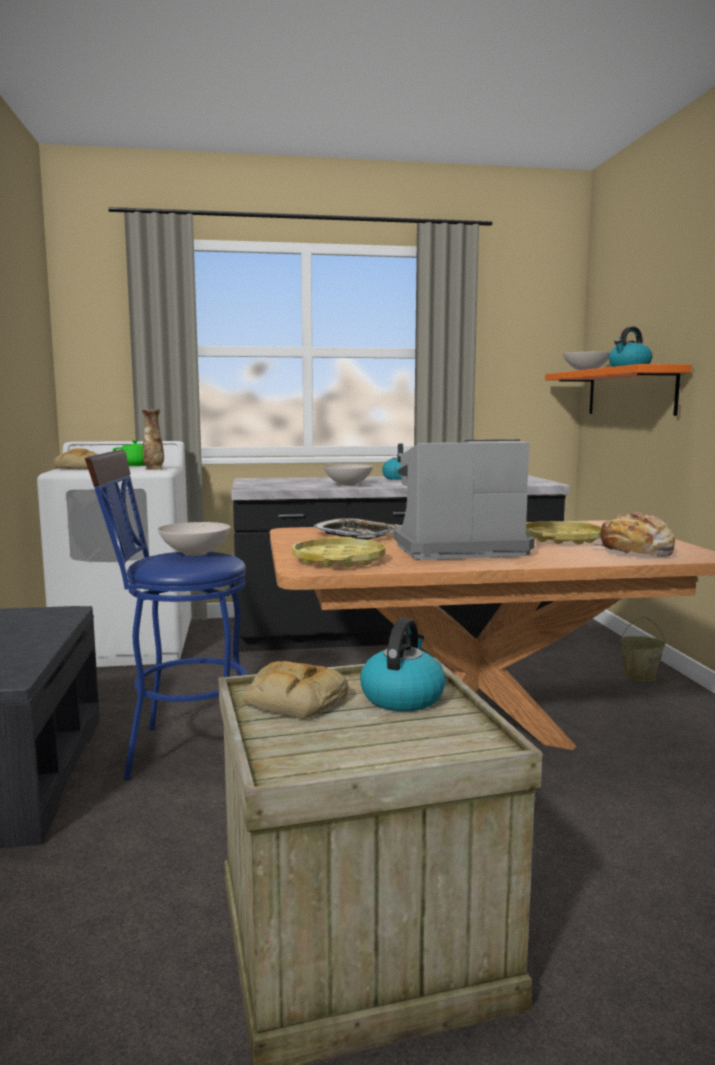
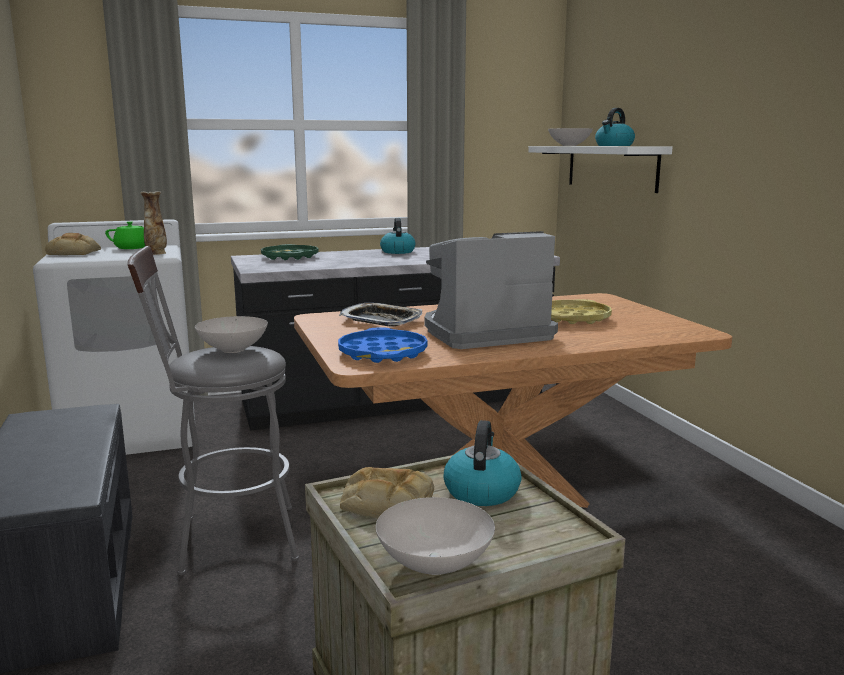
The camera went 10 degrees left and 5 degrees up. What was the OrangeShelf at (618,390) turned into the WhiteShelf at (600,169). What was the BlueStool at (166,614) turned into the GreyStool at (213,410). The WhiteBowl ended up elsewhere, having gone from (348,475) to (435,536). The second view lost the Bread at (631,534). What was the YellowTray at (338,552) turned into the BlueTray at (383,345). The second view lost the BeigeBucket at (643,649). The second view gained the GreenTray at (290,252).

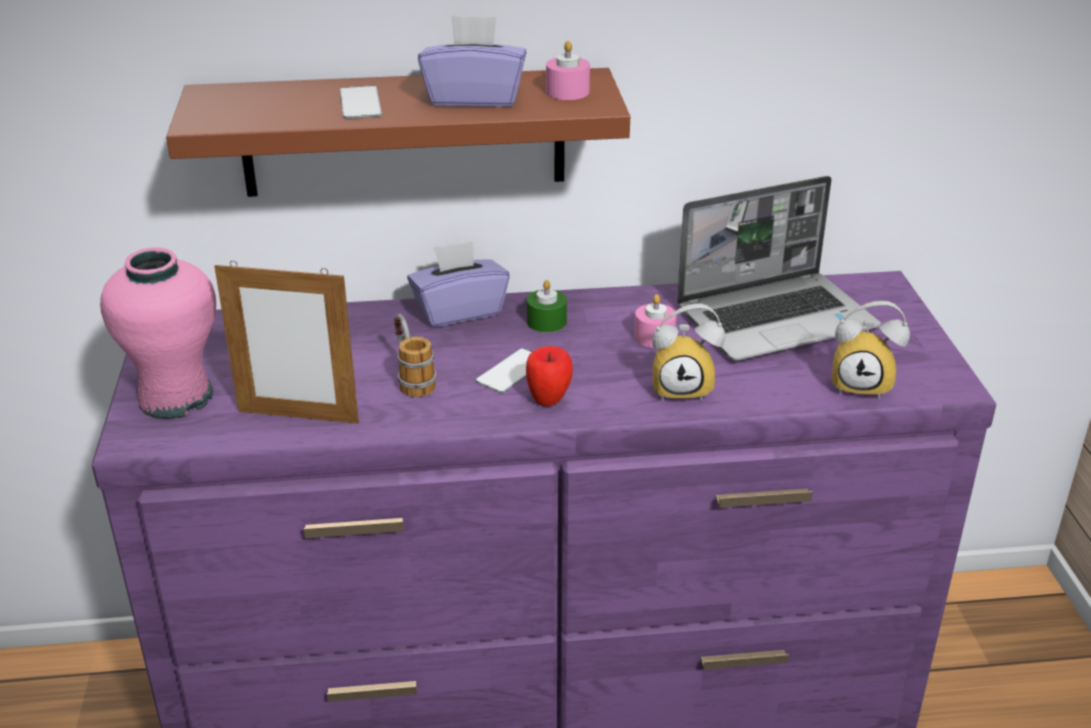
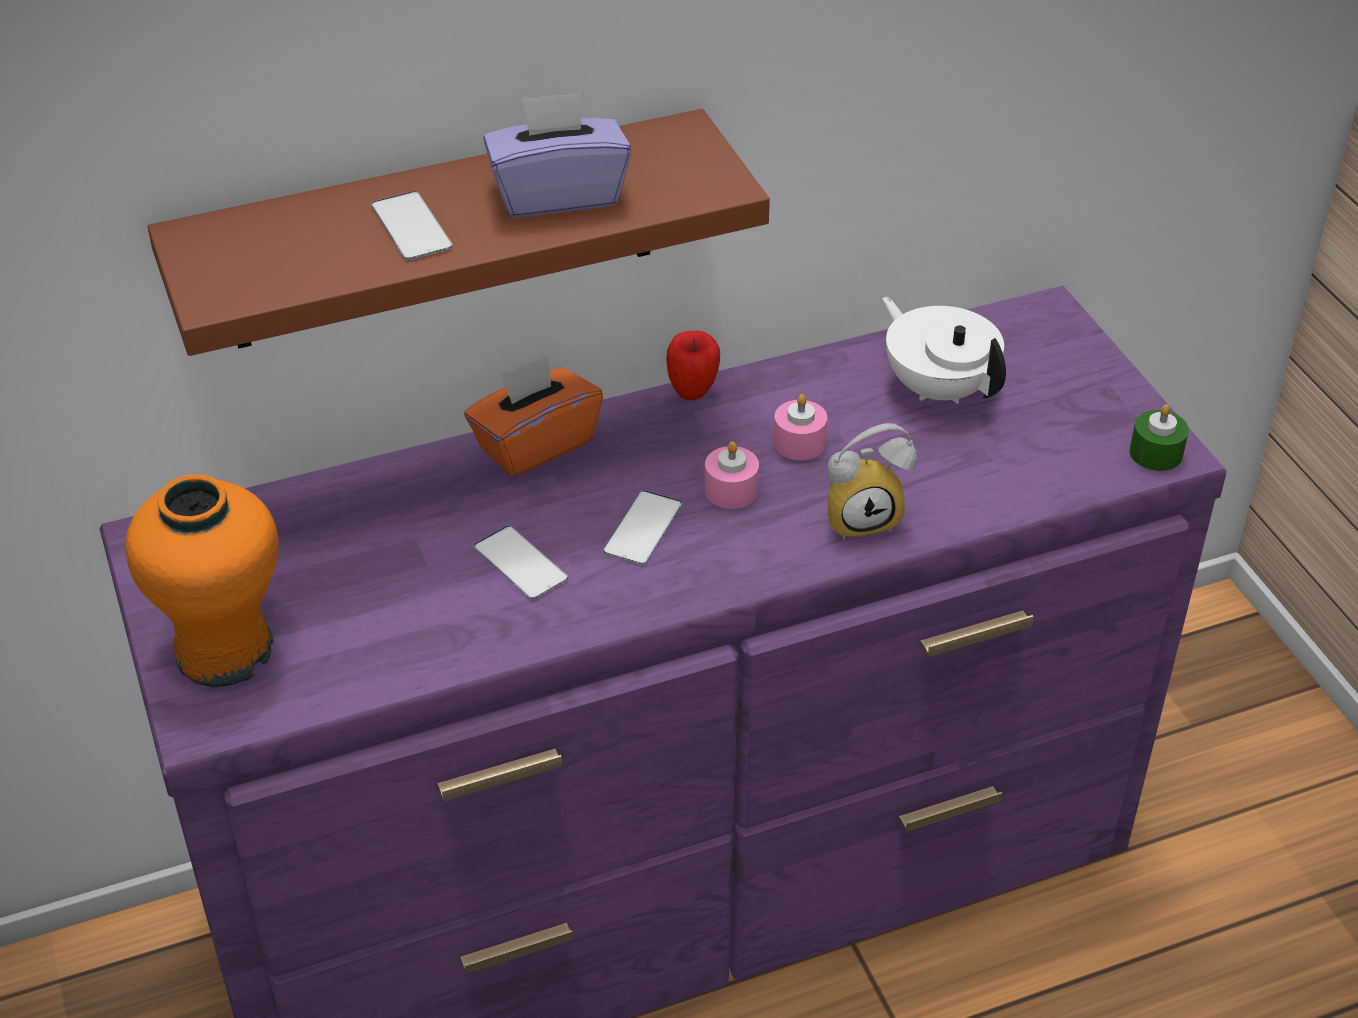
The camera went 15 degrees left and 10 degrees up. The PinkCandle ended up elsewhere, having gone from (568,70) to (732,475). Where the Laptop stood at (779,268), the WhiteTeapot came to stand at (944,350). What was the PurpleTissueBox at (458,284) turned into the OrangeTissueBox at (533,416). What was the PinkVase at (158,333) turned into the OrangeVase at (202,580). The second view lost the PictureFrame at (286,342). The GreenCandle ended up elsewhere, having gone from (547,306) to (1159,437). The second view lost the AlarmClock at (871,350). Where the Mug stood at (415,355), the Phone came to stand at (520,562). The Apple ended up elsewhere, having gone from (549,376) to (693,365).

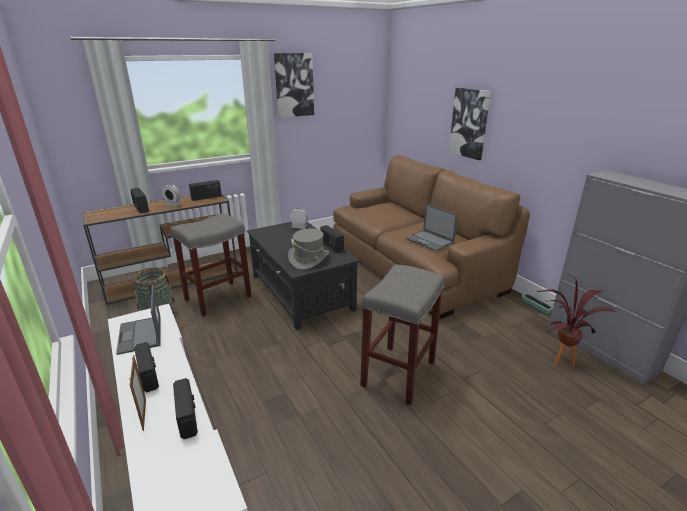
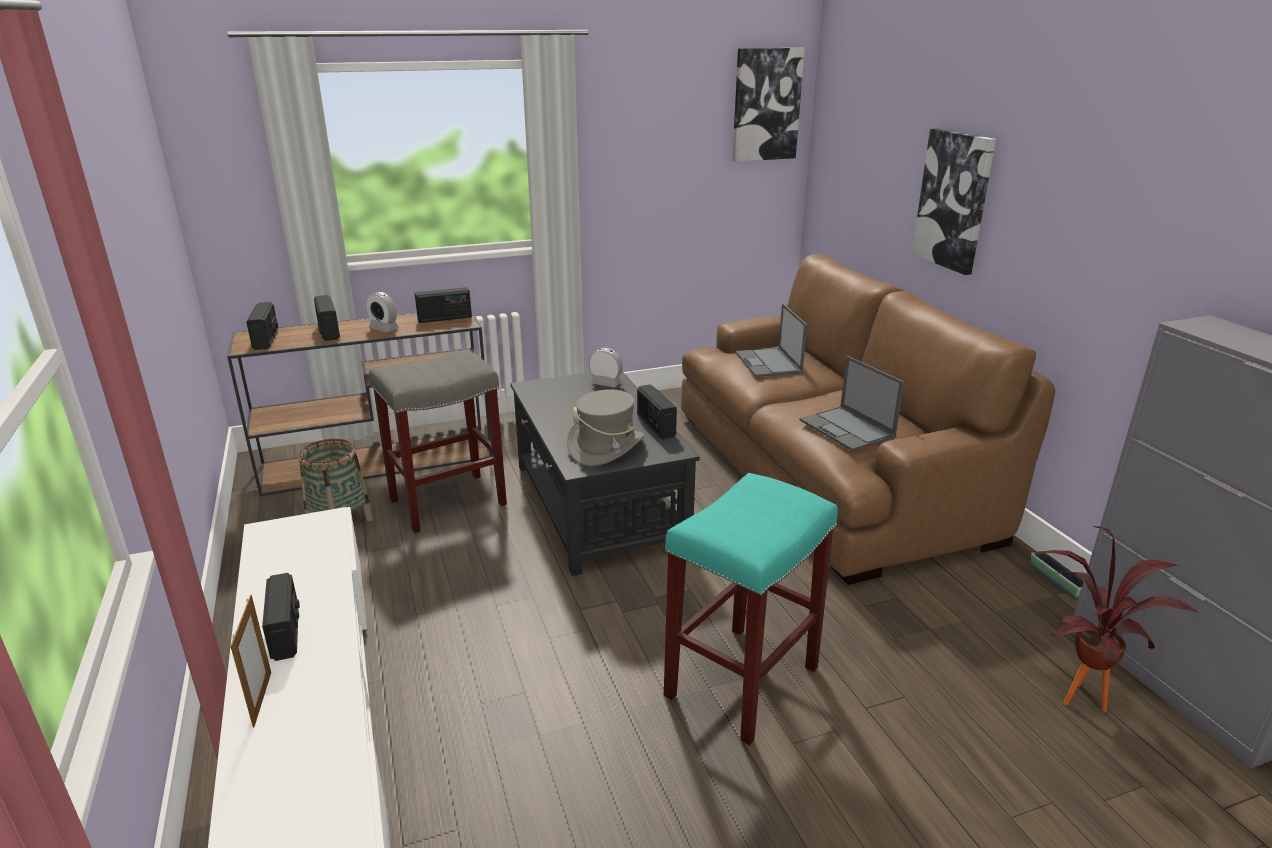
The camera went 10 degrees right and 0 degrees up. The Picture ended up elsewhere, having gone from (294,85) to (768,105). What was the GreyStool at (402,334) turned into the TurquoiseStool at (751,609). The Laptop ended up elsewhere, having gone from (138,320) to (771,340). The Radio ended up elsewhere, having gone from (185,408) to (262,326).

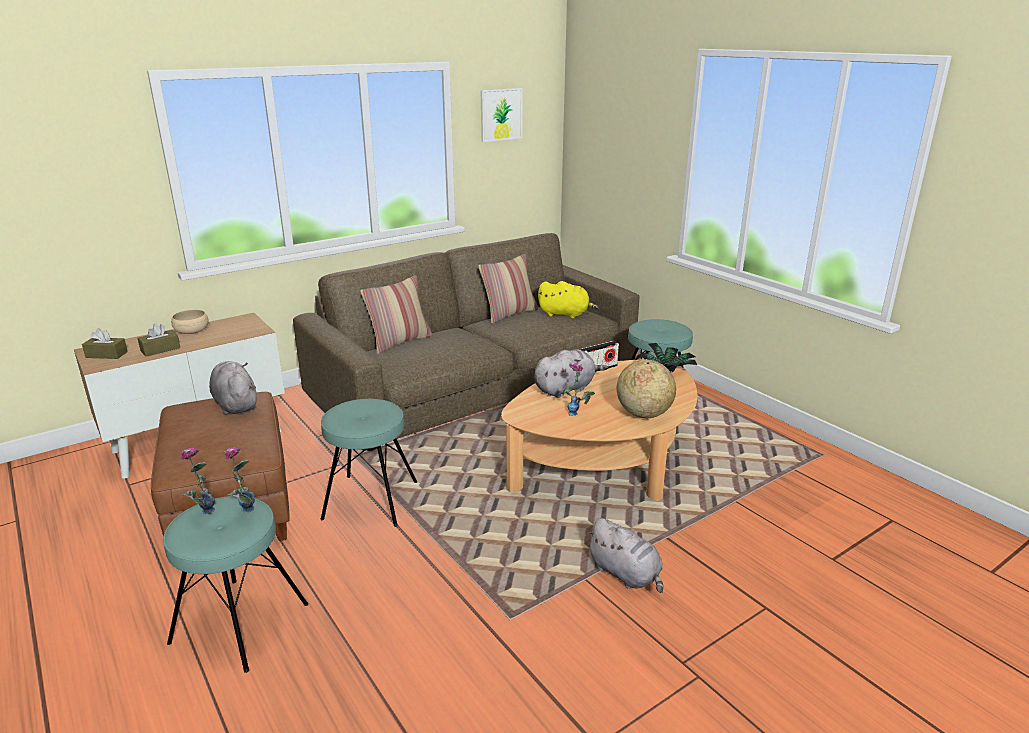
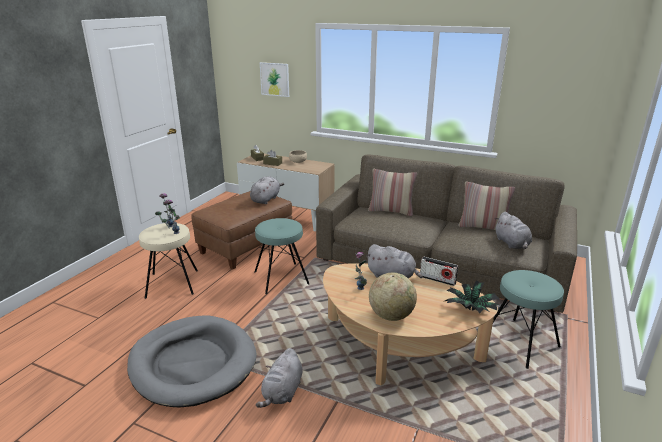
The camera went 60 degrees right and 0 degrees up. The Picture ended up elsewhere, having gone from (502,115) to (274,79). What was the YellowPlushToy at (568,299) turned into the GreyPlushToy at (513,230). What was the TurquoiseStool at (235,584) turned into the BeigeStool at (168,261). The second view gained the GreyDogBed at (192,362).

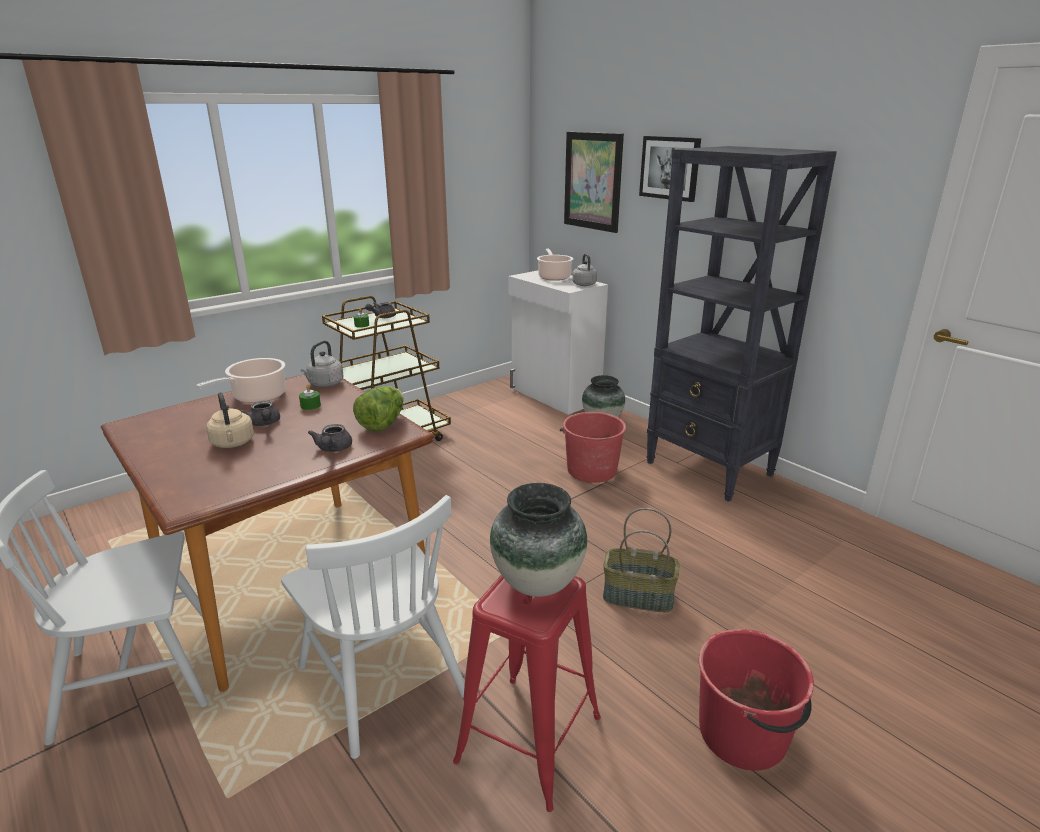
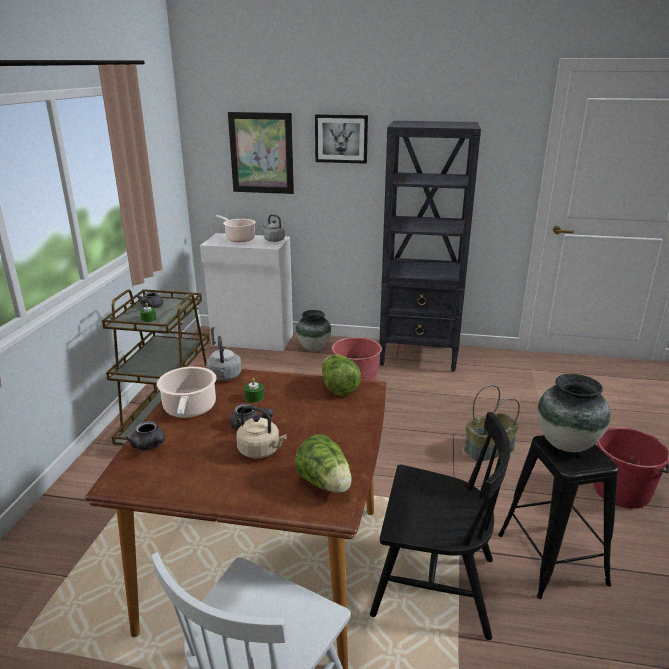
The camera went 40 degrees left and 0 degrees up. The GreyTeapot ended up elsewhere, having gone from (330,438) to (145,435). What was the WhiteChair at (373,627) turned into the BlackChair at (440,526). What was the RedStool at (527,693) turned into the BlackStool at (558,517). The second view gained the Lettuce at (323,463).

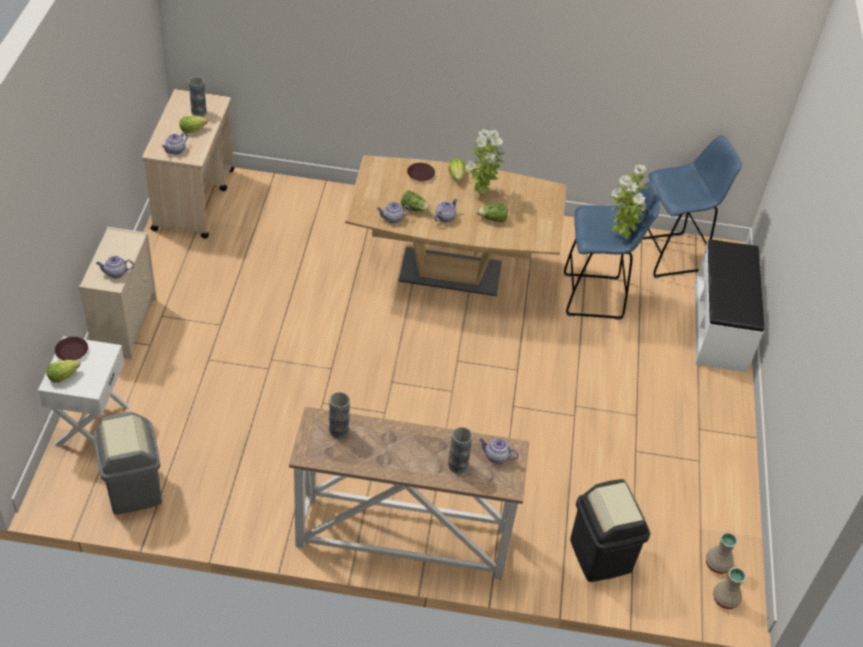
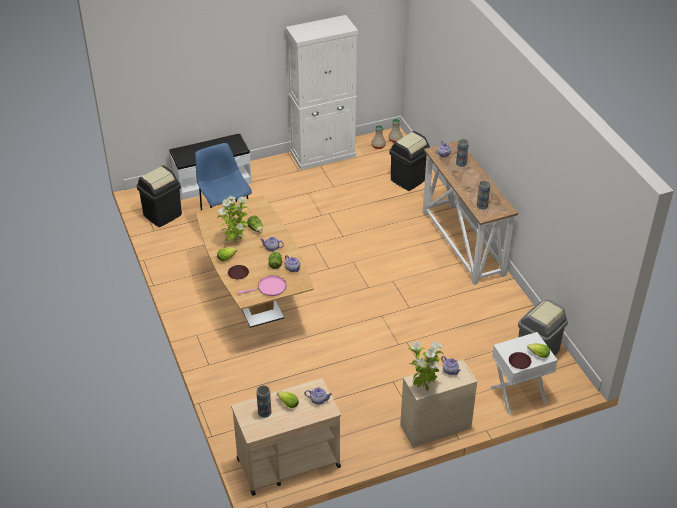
The camera went 115 degrees left and 5 degrees down. Where the BlueStool stood at (692,206), the BlackTrashCan came to stand at (159,196). The PottedPlant ended up elsewhere, having gone from (628,201) to (425,366). The second view gained the WhiteCabinet at (322,92). The second view gained the PinkFryingPan at (262,285).

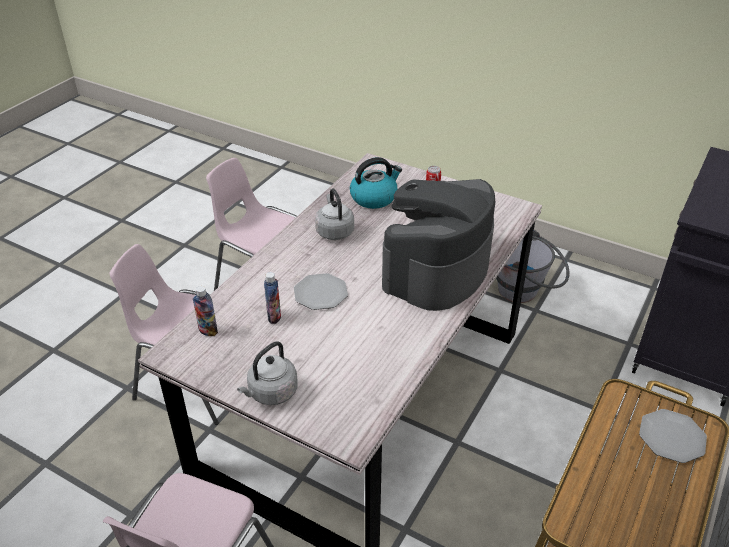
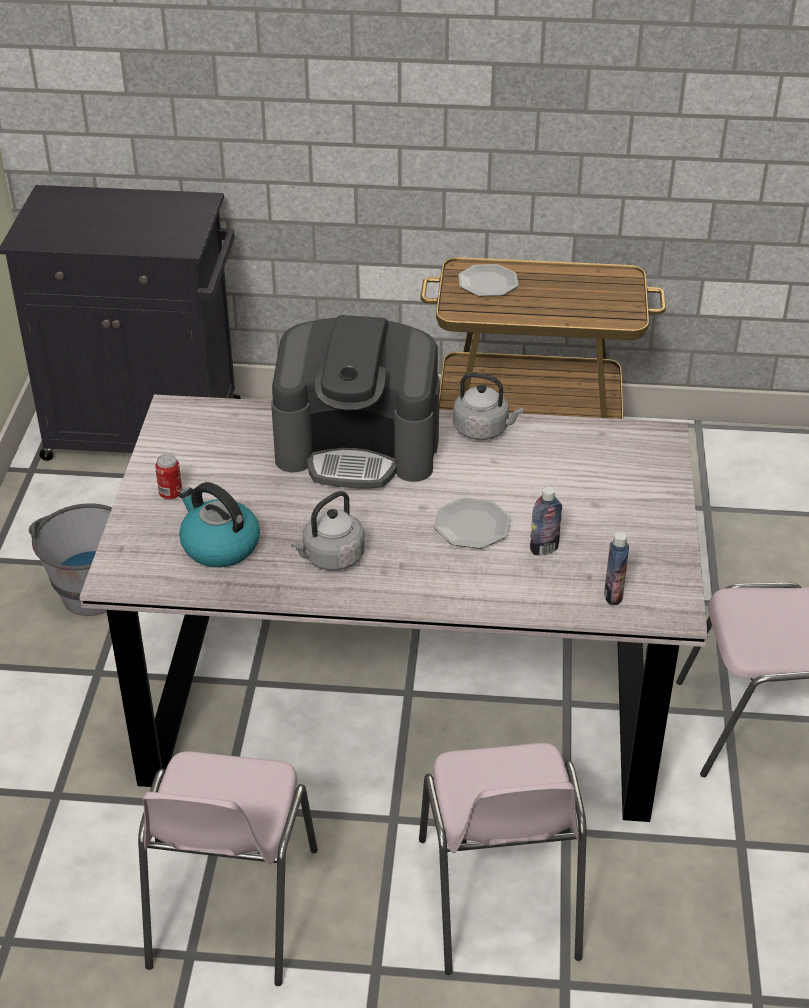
The camera went 115 degrees left and 0 degrees up. The GreyKettle ended up elsewhere, having gone from (267,373) to (488,406).

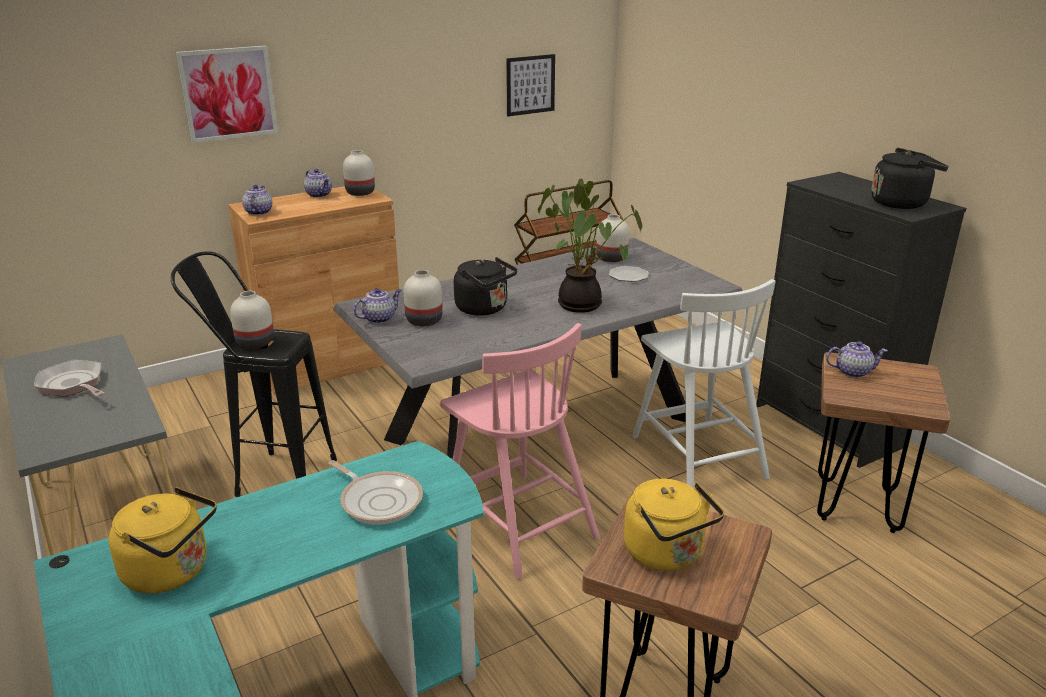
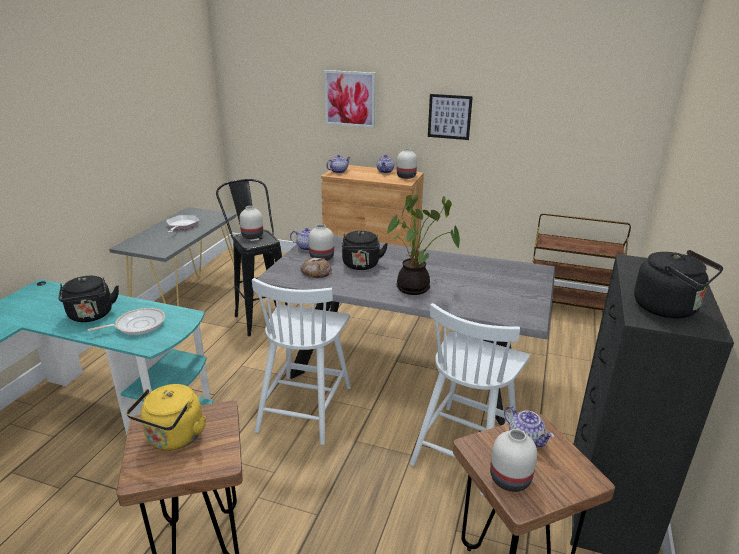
The camera went 50 degrees right and 0 degrees up. The Picture ended up elsewhere, having gone from (530,85) to (450,117). The WhiteVase ended up elsewhere, having gone from (612,238) to (513,460). The second view lost the Plate at (629,274). What was the PinkChair at (520,451) turned into the WhiteChair at (301,361). The FryingPan at (376,492) ended up facing another way, 120 degrees counterclockwise from before. The second view lost the YellowKettle at (162,540). The second view gained the Bread at (316,267). The second view gained the BlackKettle at (88,299).

